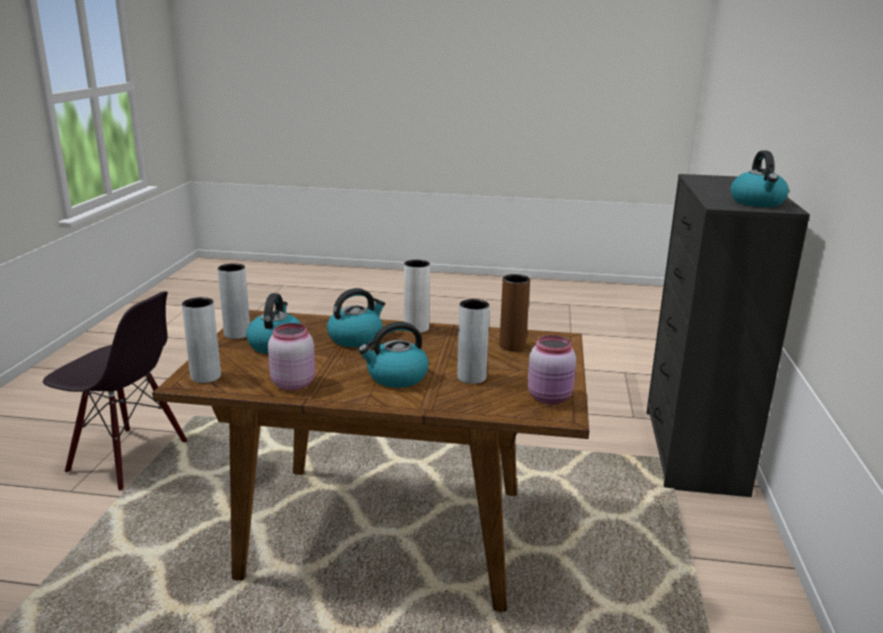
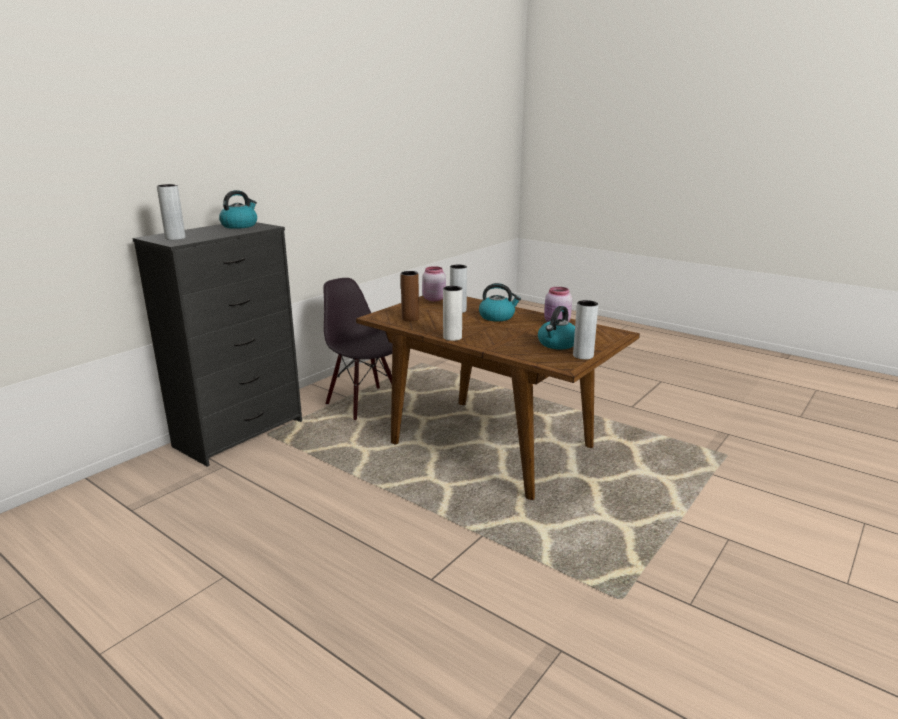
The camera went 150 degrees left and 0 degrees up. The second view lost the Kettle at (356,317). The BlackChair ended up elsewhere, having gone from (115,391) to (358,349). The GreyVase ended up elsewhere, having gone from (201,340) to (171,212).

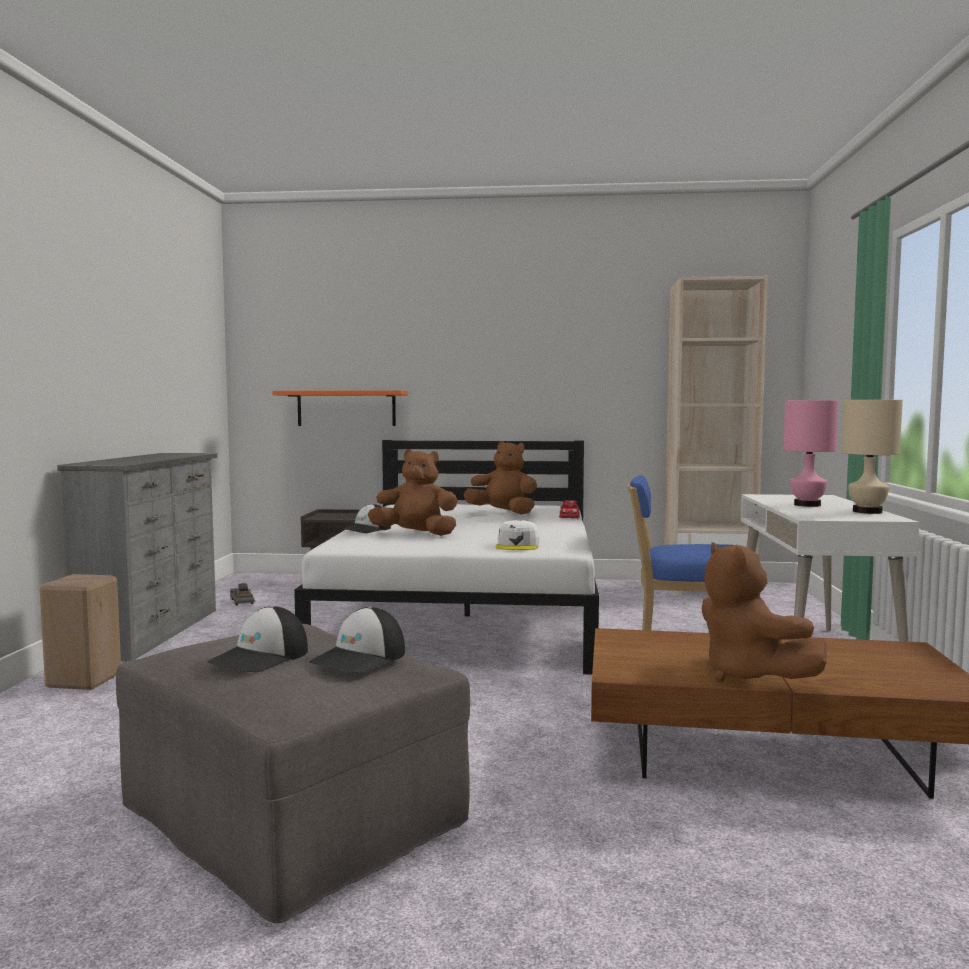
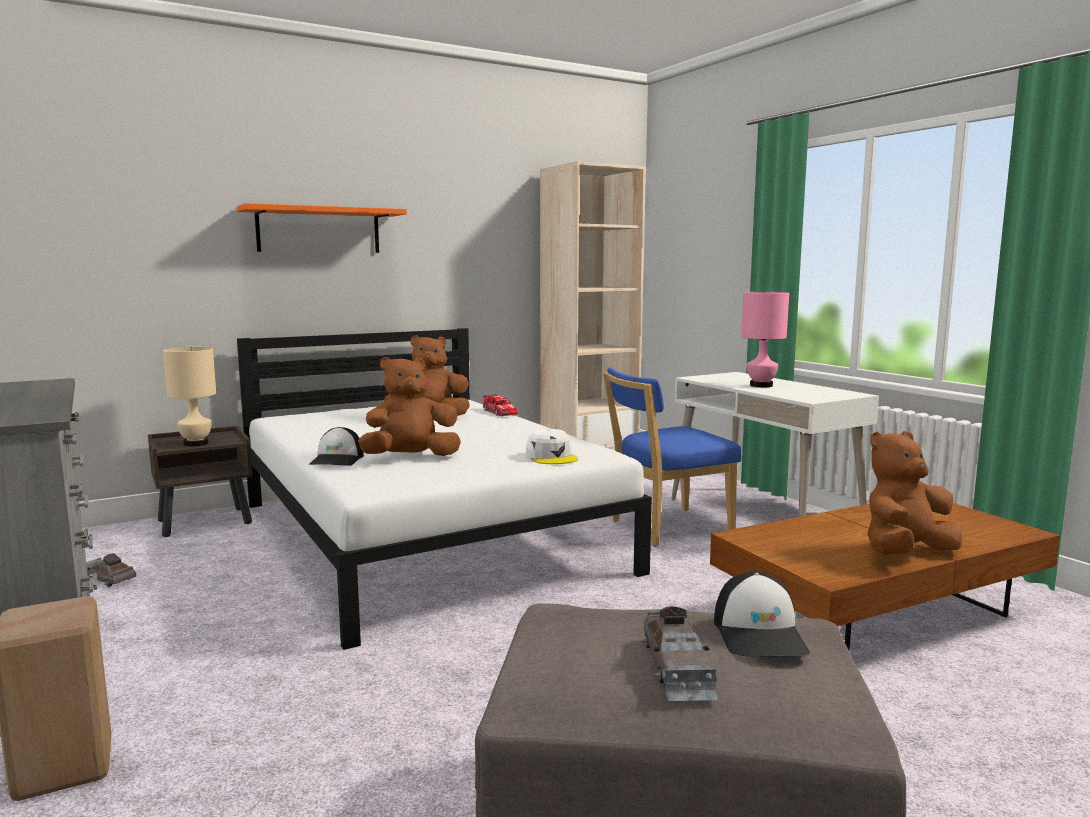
The camera went 35 degrees left and 5 degrees up. The OrangeShelf ended up elsewhere, having gone from (340,408) to (322,228). The BeigeTableLamp ended up elsewhere, having gone from (872,457) to (189,397). The BrownPlushToy at (764,612) ended up facing another way, 120 degrees clockwise from before. Where the Cap stood at (257,639), the GreyToyCar came to stand at (679,653).

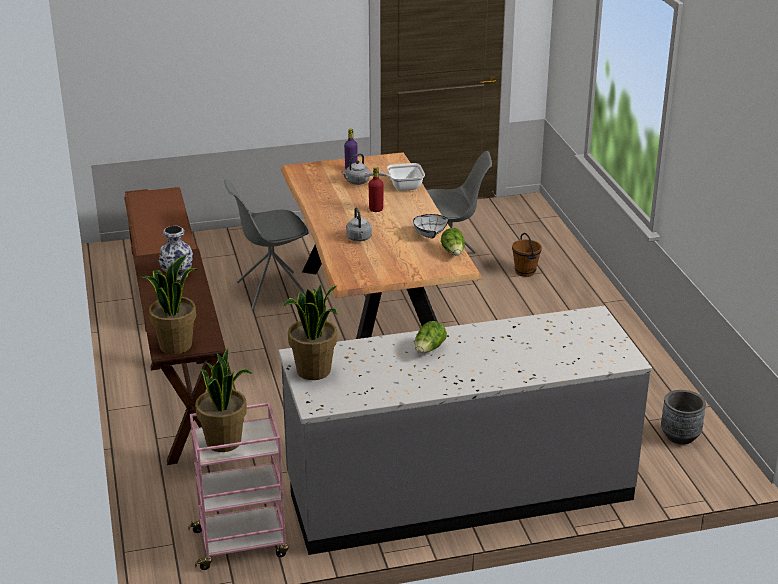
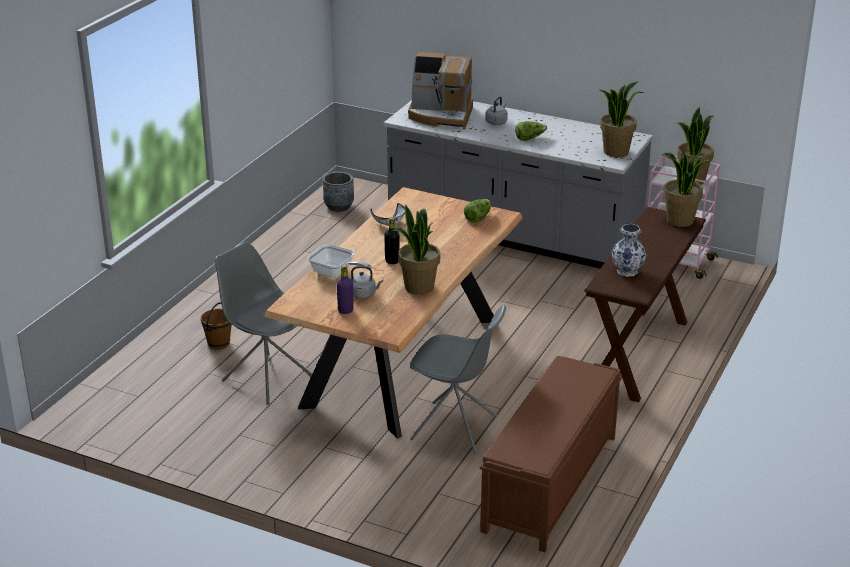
The camera went 140 degrees left and 0 degrees up. What was the RedBottle at (376,189) turned into the BlackBottle at (391,240). The GreyKettle ended up elsewhere, having gone from (359,224) to (496,110). The Lettuce ended up elsewhere, having gone from (453,242) to (477,211). The second view gained the CoffeeMachine at (440,90). The second view gained the PottedPlant at (416,249).

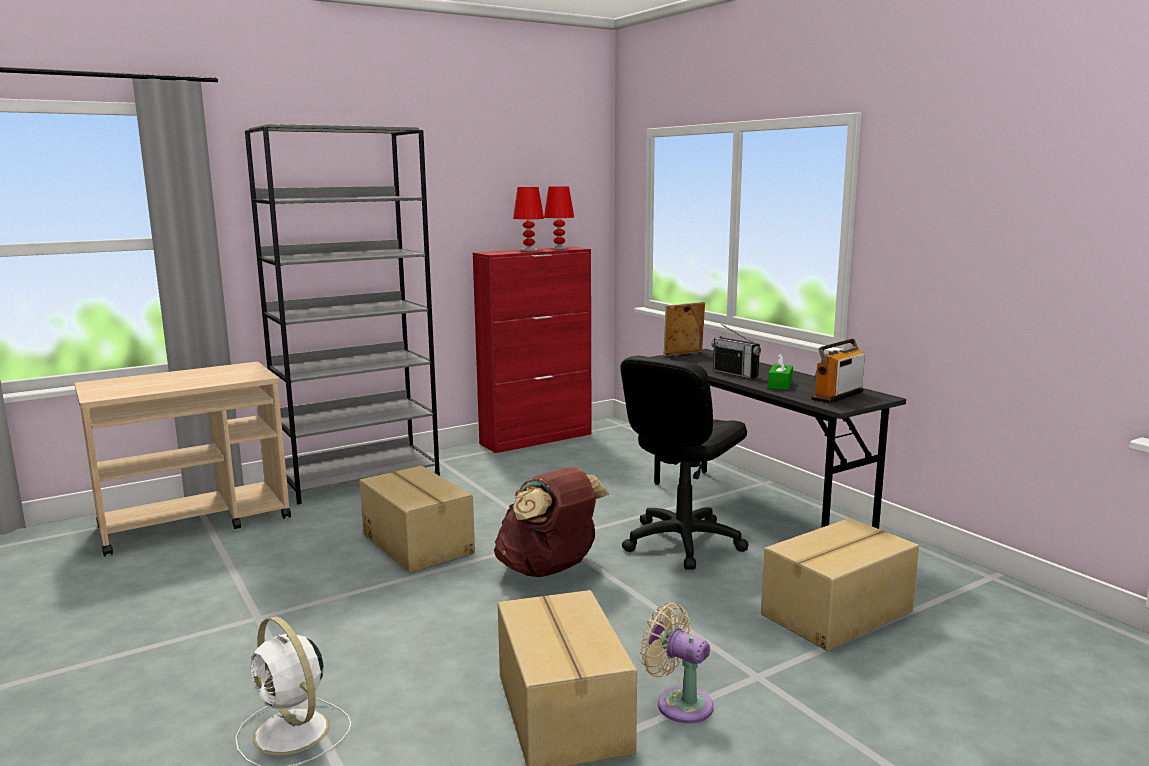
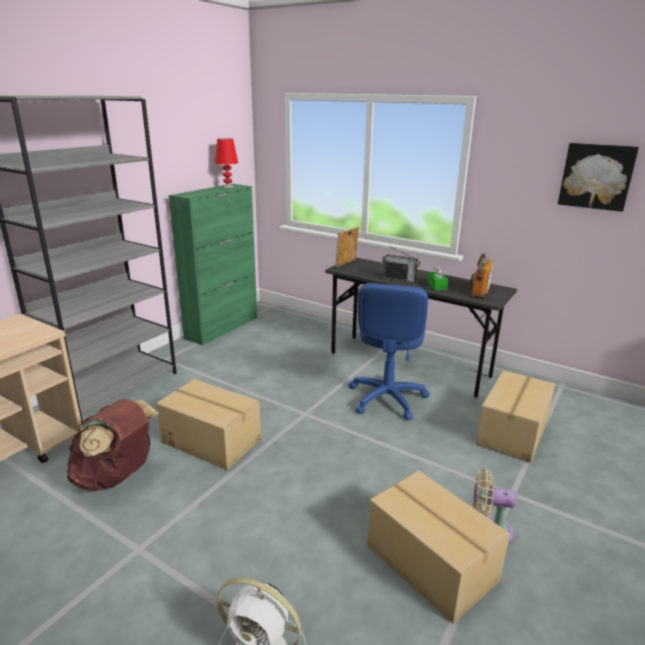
The camera went 25 degrees left and 10 degrees up. The second view lost the RedTableLamp at (528,219). What was the RedCabinet at (532,350) turned into the GreenCabinet at (213,265). What was the BlackOfficeChair at (684,463) turned into the BlueOfficeChair at (389,351). The BrownBackpack ended up elsewhere, having gone from (552,522) to (112,445). The second view gained the Picture at (598,177).

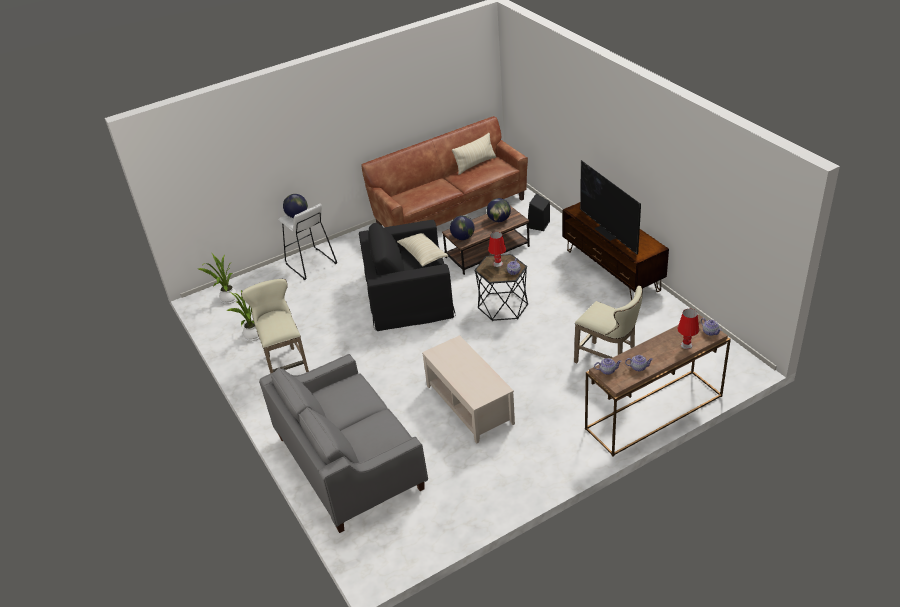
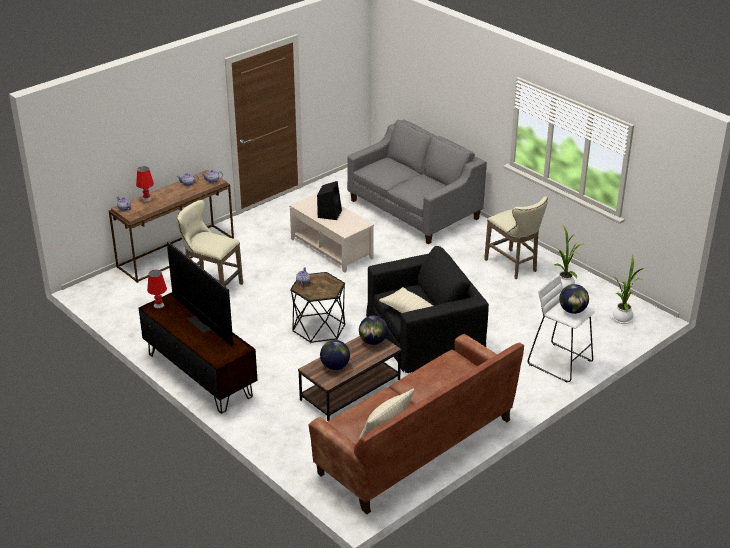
The camera went 165 degrees right and 5 degrees down. The BlackSpeaker ended up elsewhere, having gone from (539,212) to (329,200). The RedTableLamp ended up elsewhere, having gone from (497,249) to (157,289).

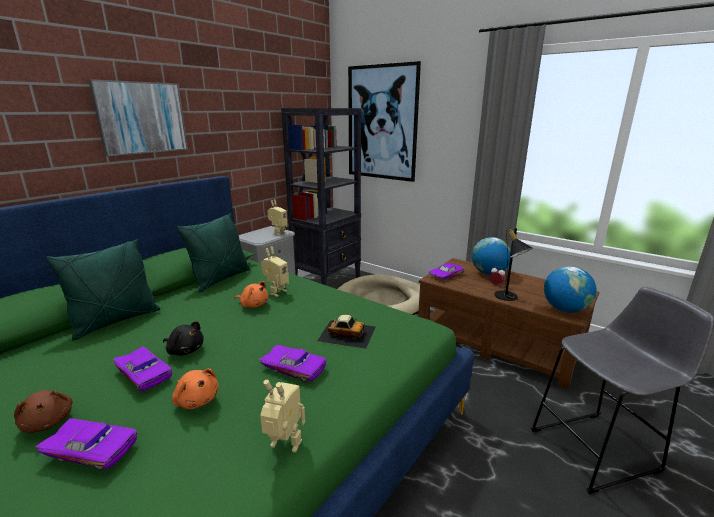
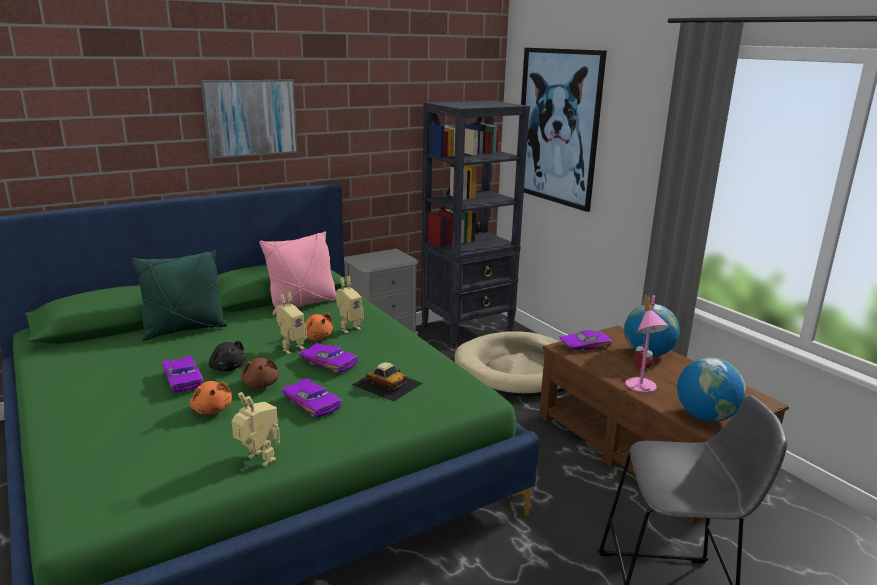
The camera went 20 degrees right and 0 degrees up. The ToyRobot ended up elsewhere, having gone from (277,217) to (291,323). What was the GreenPillow at (213,252) turned into the PinkPillow at (297,273). What was the BlackTableLamp at (513,264) turned into the PinkTableLamp at (647,344). The BrownPlushToy ended up elsewhere, having gone from (43,411) to (260,373). The PurpleToyCar ended up elsewhere, having gone from (86,444) to (328,358).

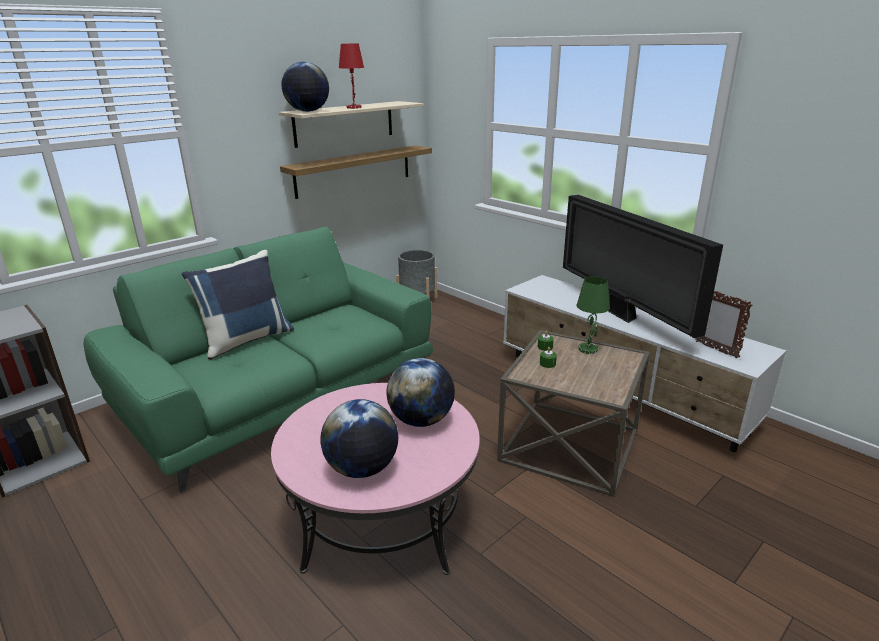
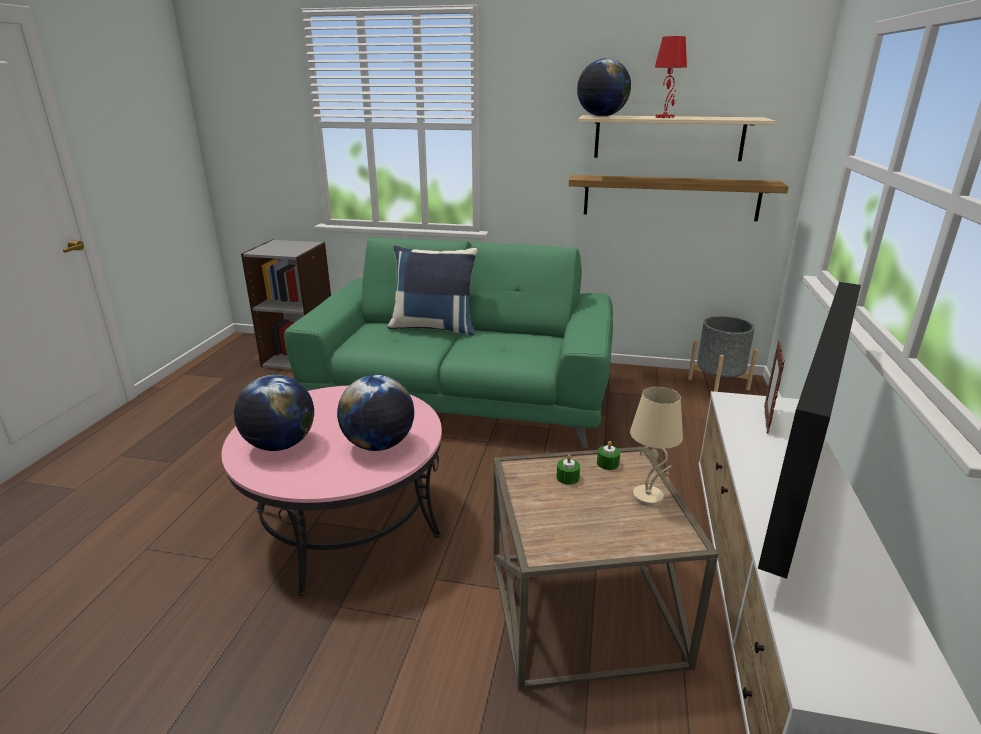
The camera went 55 degrees right and 0 degrees up. What was the GreenTableLamp at (593,315) turned into the BeigeTableLamp at (656,447). The PictureFrame ended up elsewhere, having gone from (723,324) to (774,387).

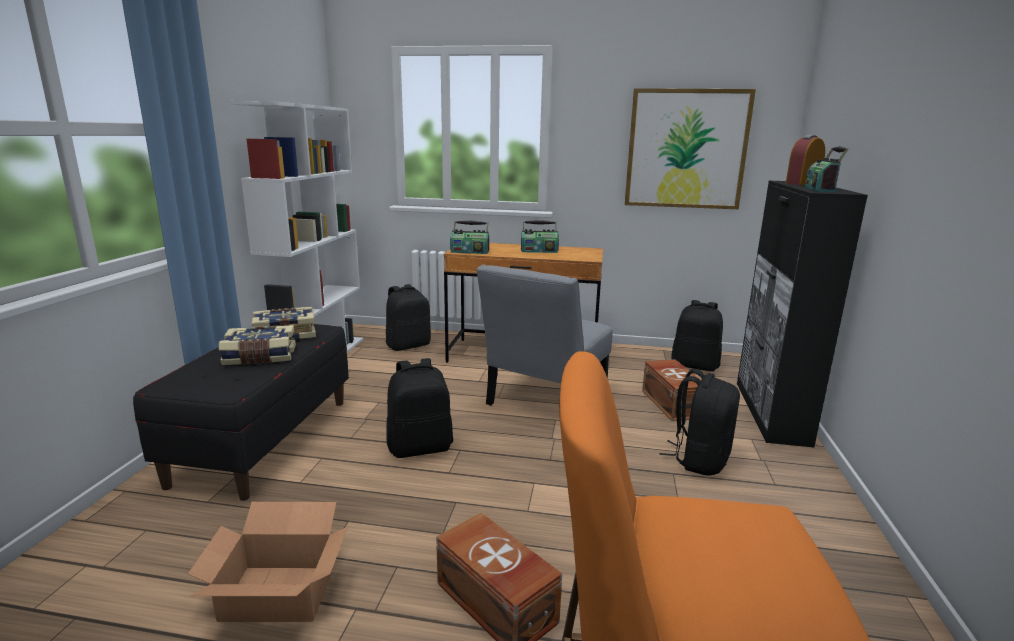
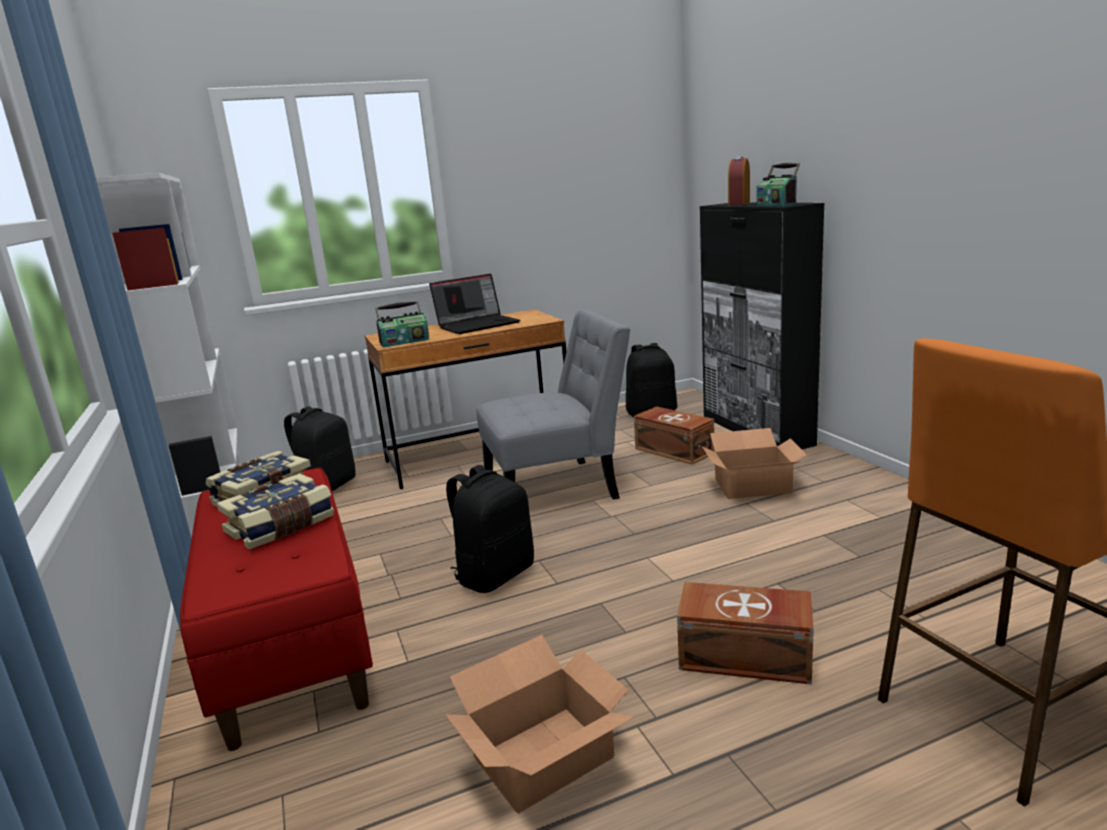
The camera went 30 degrees left and 0 degrees up. The second view lost the Picture at (690,148). Where the Radio stood at (540,236), the Laptop came to stand at (474,304). The GreyChair at (544,334) ended up facing another way, 105 degrees counterclockwise from before. What was the BlackBench at (241,412) turned into the RedBench at (276,609). Where the BlackBackpack stood at (699,422), the CardboardBox came to stand at (754,463).

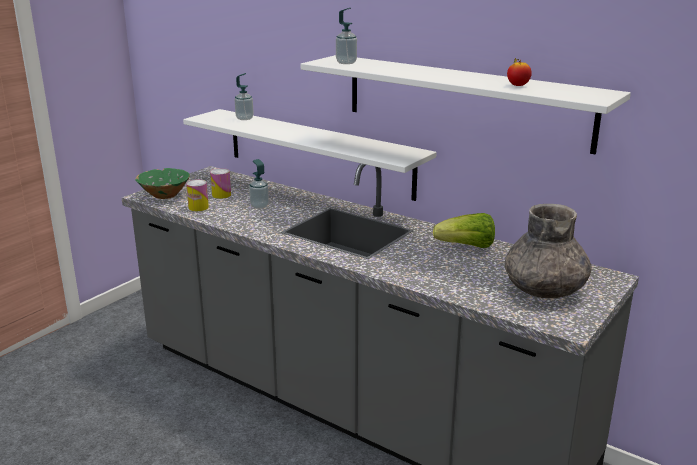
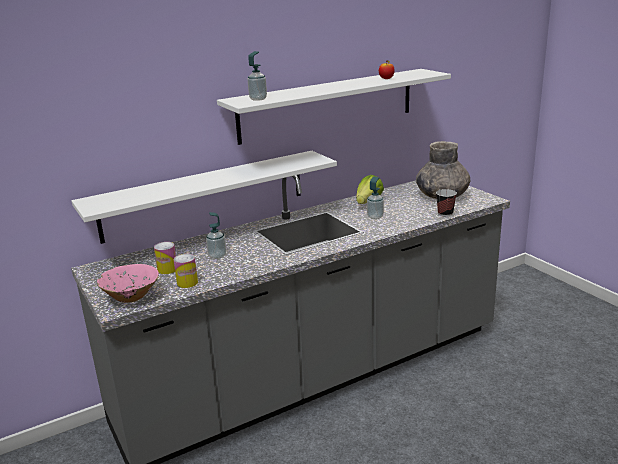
The camera went 65 degrees left and 0 degrees up. The SoapDispenser ended up elsewhere, having gone from (244,96) to (375,198). What was the GreenBowl at (162,183) turned into the PinkBowl at (128,283). The second view gained the Cup at (446,203).

